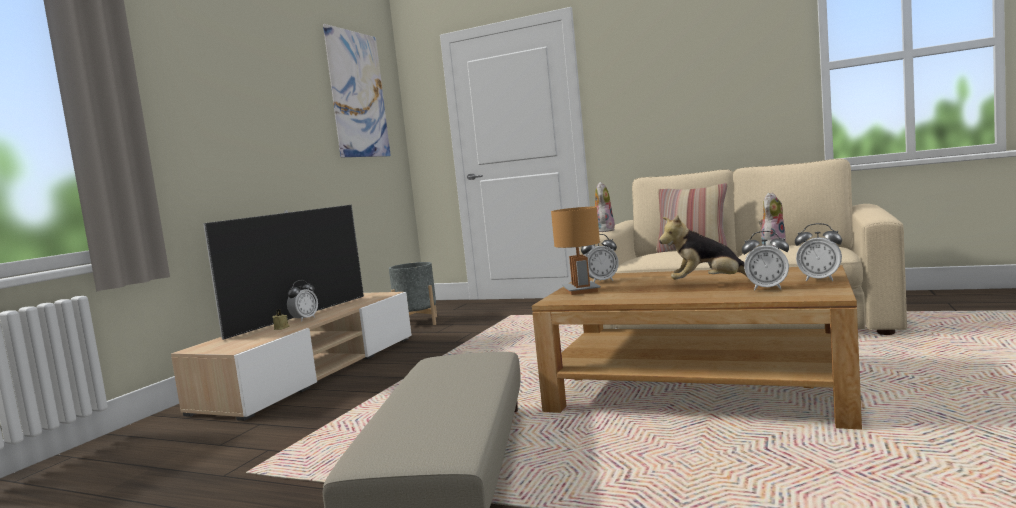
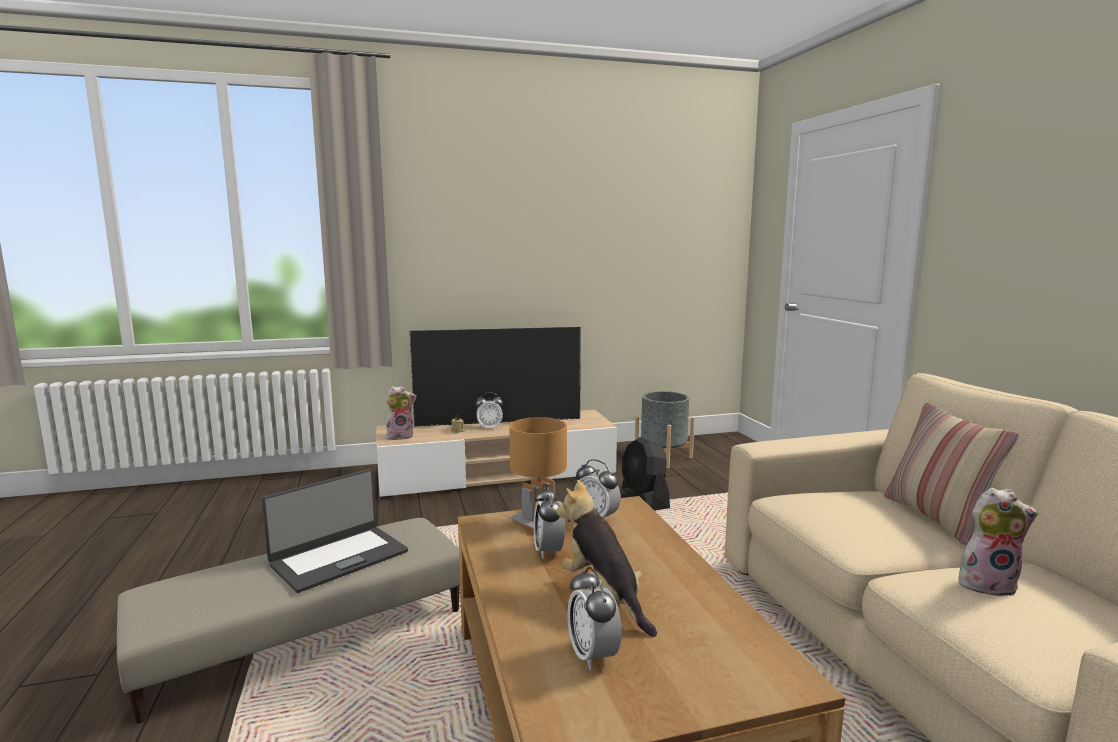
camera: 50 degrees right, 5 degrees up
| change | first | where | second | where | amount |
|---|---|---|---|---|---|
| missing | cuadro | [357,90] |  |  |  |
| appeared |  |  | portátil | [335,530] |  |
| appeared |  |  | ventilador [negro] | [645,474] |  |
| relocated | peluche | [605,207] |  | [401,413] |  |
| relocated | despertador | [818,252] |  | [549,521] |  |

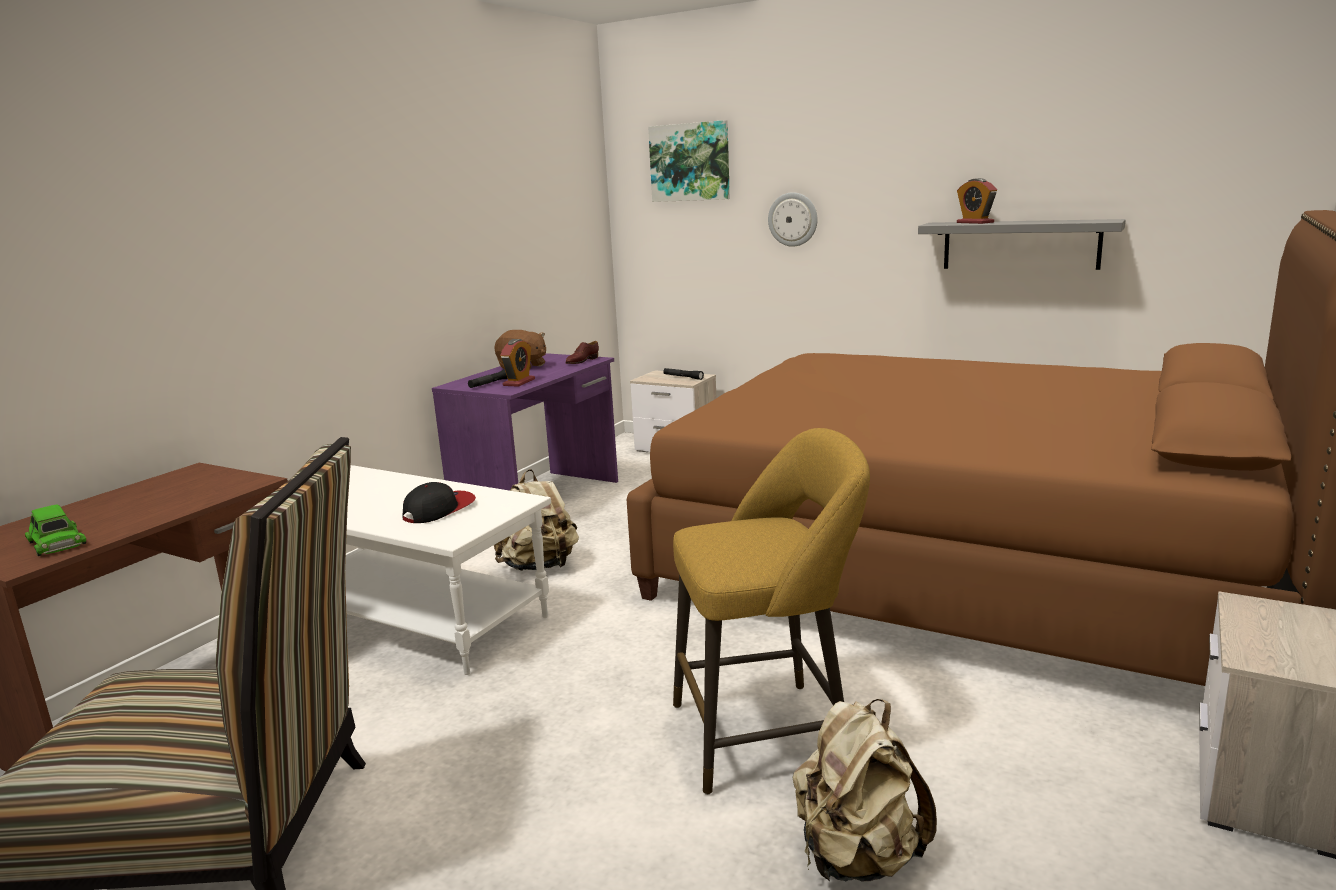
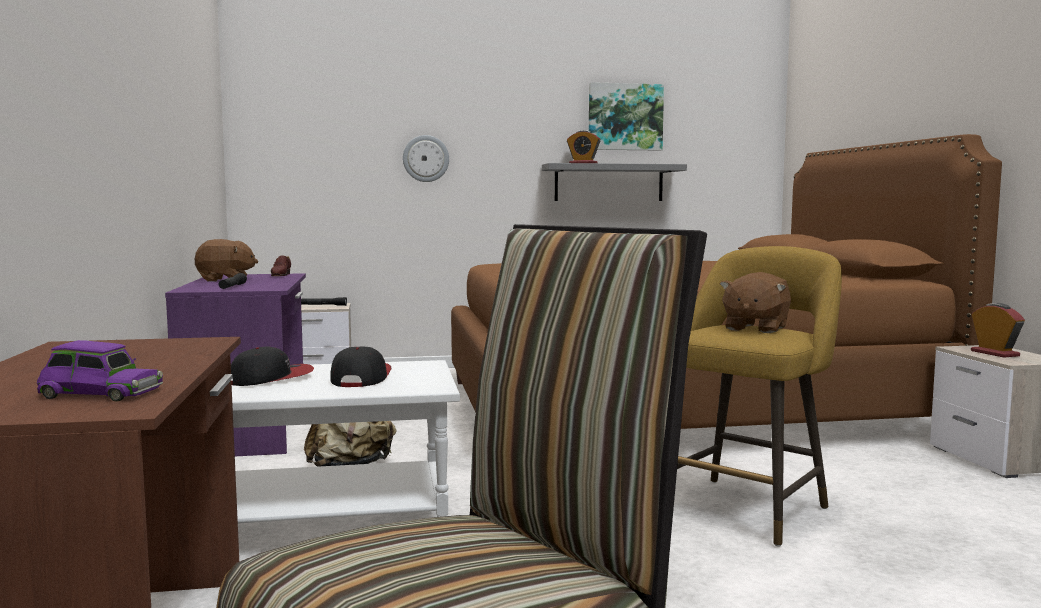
camera: 40 degrees left, 10 degrees down
| change | first | where | second | where | amount |
|---|---|---|---|---|---|
| missing | mochila [beis] | [865,790] |  |  |  |
| appeared |  |  | gorra | [272,366] |  |
| appeared |  |  | peluche [marrón] | [755,302] |  |
| relocated | despertador | [517,363] |  | [998,330] |  |
| relocated | cuadro | [689,161] |  | [626,116] |  |
| colour | coche de juguete [verde] | [55,530] | coche de juguete [morado] | [100,371] |  |

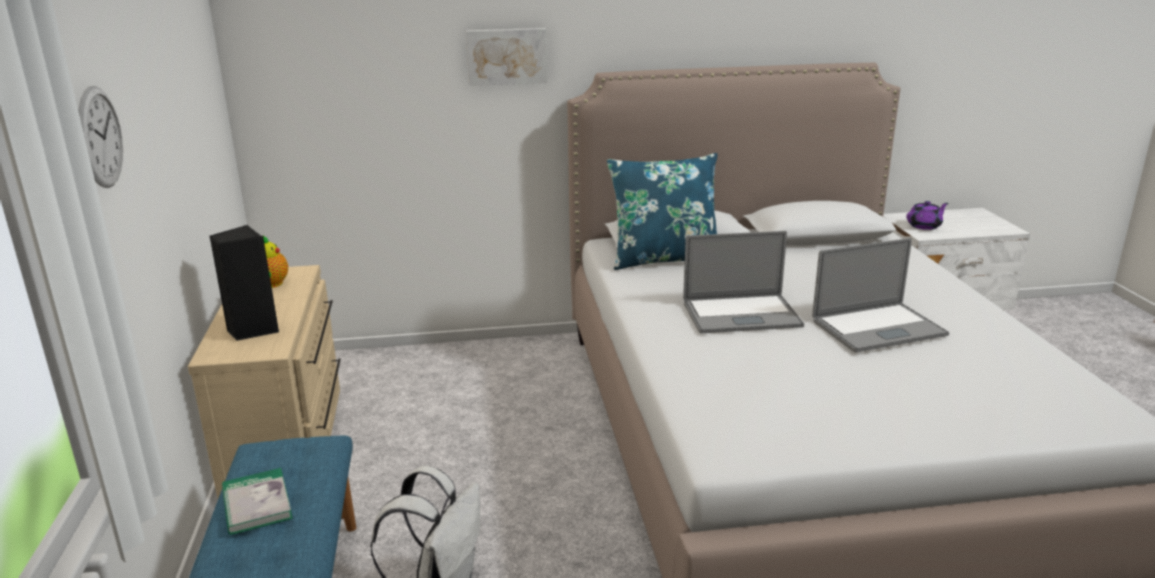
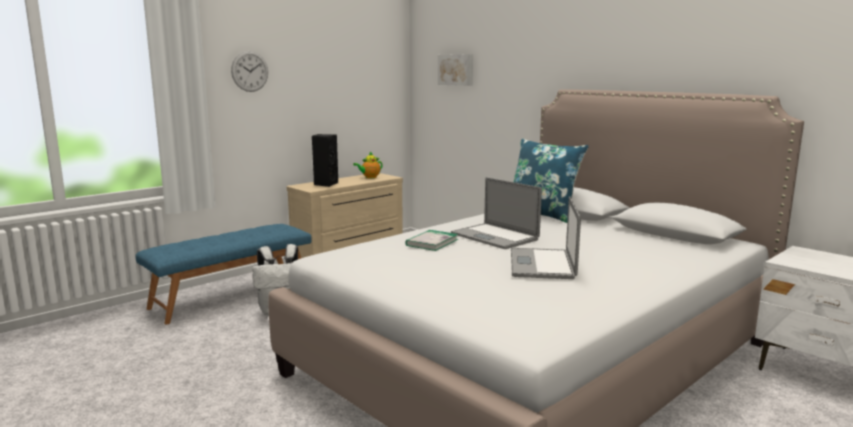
camera: 55 degrees right, 10 degrees down
| change | first | where | second | where | amount |
|---|---|---|---|---|---|
| missing | tetera [morado] | [927,215] |  |  |  |
| relocated | libro | [257,501] |  | [432,240] |  |
| relocated | cuadro | [507,57] |  | [455,70] |  |
| spun | portátil | [880,295] |  | [546,237] | 60 degrees clockwise |

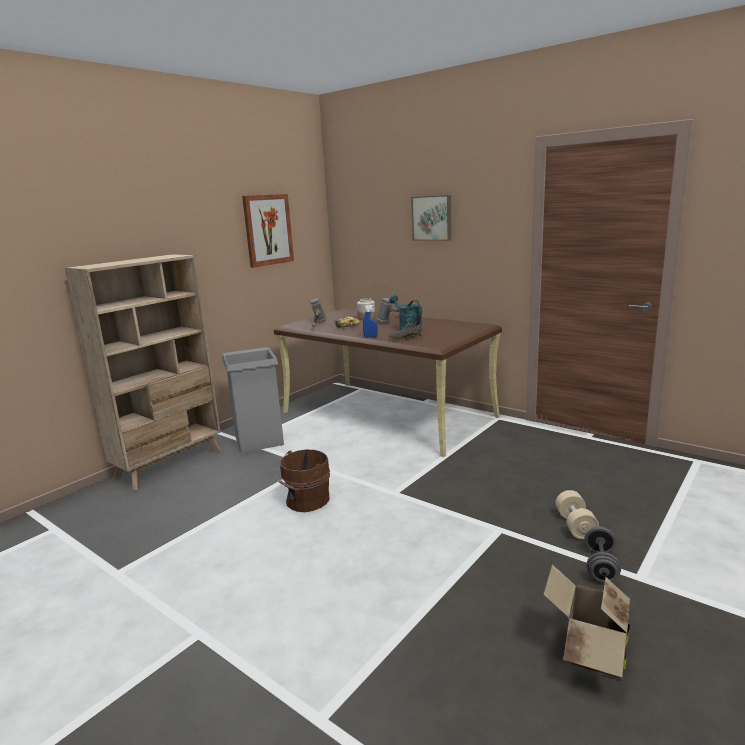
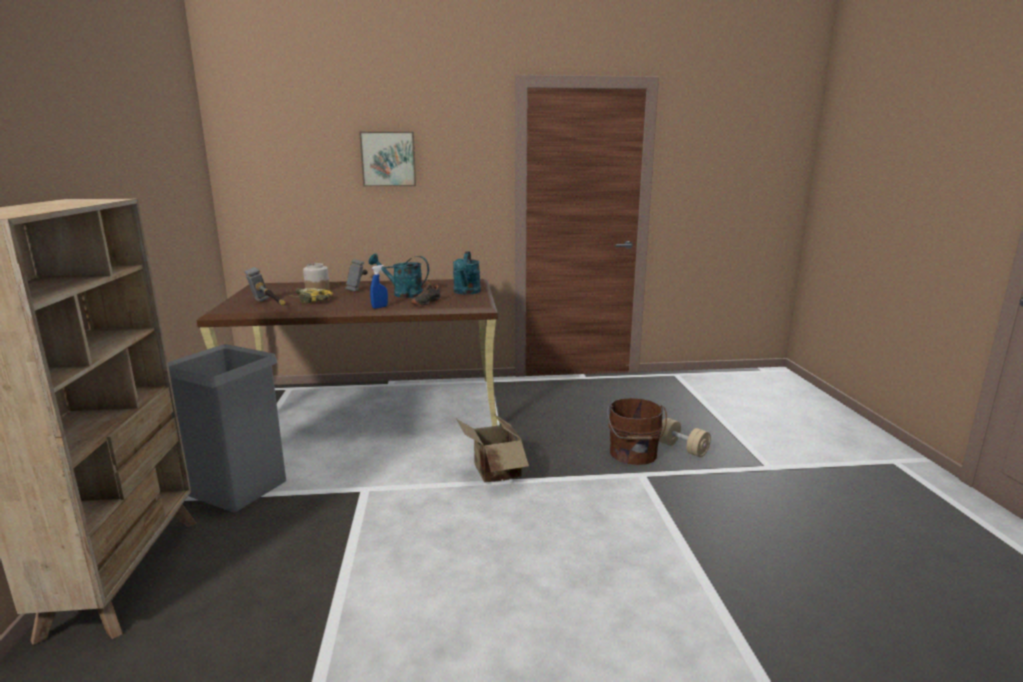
camera: 45 degrees left, 0 degrees up
| change | first | where | second | where | amount |
|---|---|---|---|---|---|
| missing | cuadro | [268,231] |  |  |  |
| missing | mancuerna [gris] | [602,554] |  |  |  |
| appeared |  |  | regadera [turquesa] | [467,273] |  |
| relocated | cubo [marrón] | [303,480] |  | [637,431] |  |
| relocated | caja de cartón | [586,622] |  | [492,447] |  |

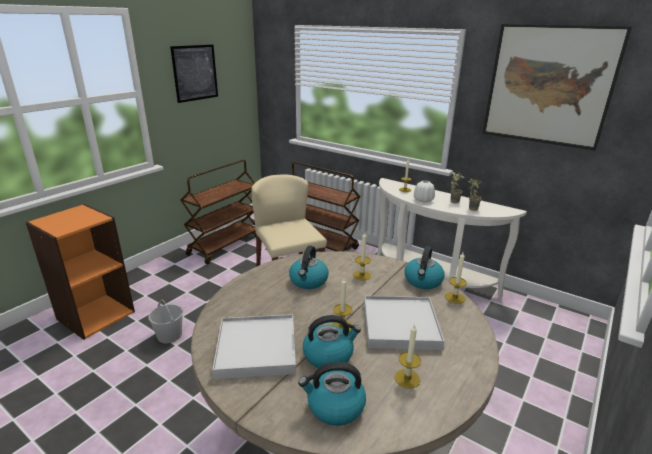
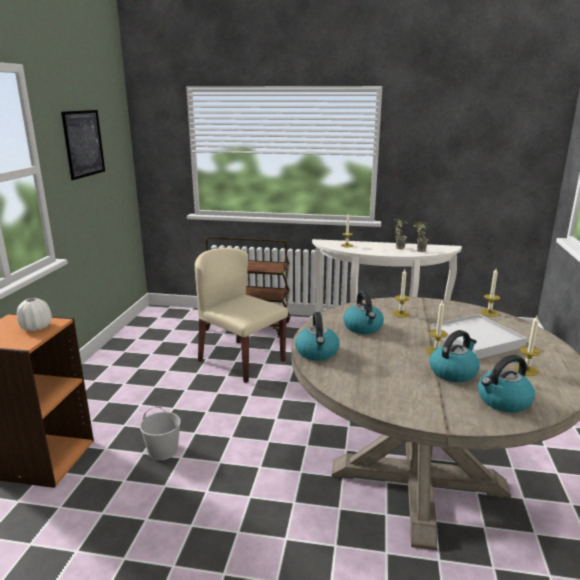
camera: 25 degrees left, 5 degrees down
| change | first | where | second | where | amount |
|---|---|---|---|---|---|
| missing | carrito [marrón] | [218,212] |  |  |  |
| missing | bandeja [blanco] | [254,346] |  |  |  |
| missing | cuadro | [557,87] |  |  |  |
| relocated | hervidor | [424,267] |  | [317,336] |  |
| relocated | florero [blanco] | [424,192] |  | [34,314] |  |

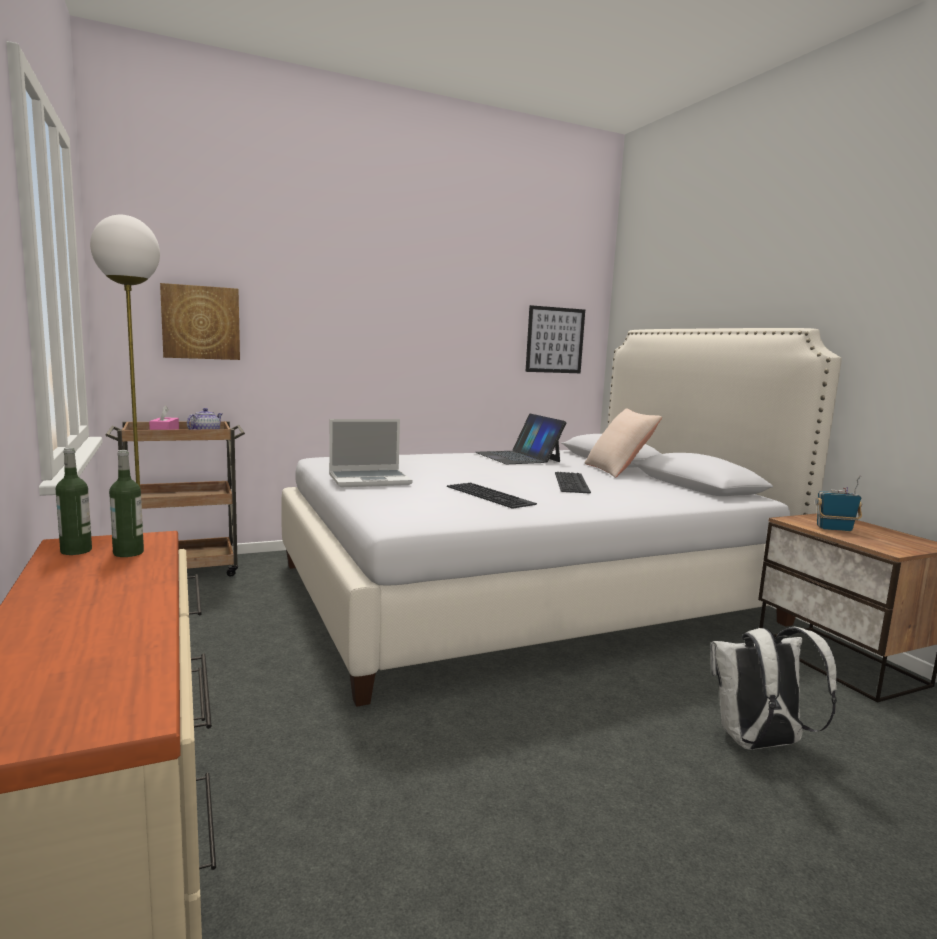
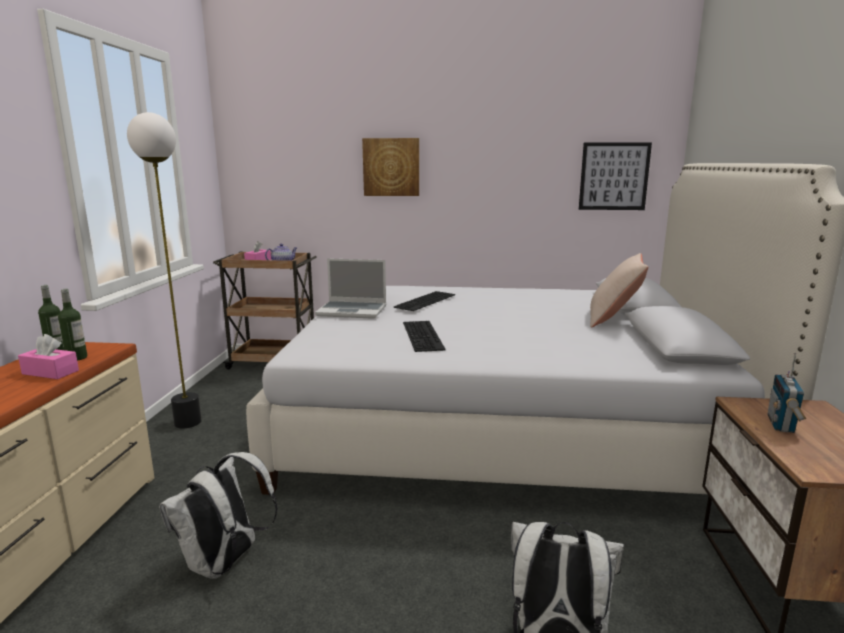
camera: 30 degrees right, 5 degrees up
| change | first | where | second | where | amount |
|---|---|---|---|---|---|
| missing | portátil | [521,439] |  |  |  |
| appeared |  |  | caja de pañuelos [rosa] | [48,356] |  |
| appeared |  |  | mochila [blanco] | [218,515] |  |
| relocated | cuadro | [200,321] |  | [390,167] |  |
| relocated | teclado | [573,483] |  | [424,301] |  |
| spun | radio | [838,503] |  | [786,393] | 105 degrees counterclockwise |

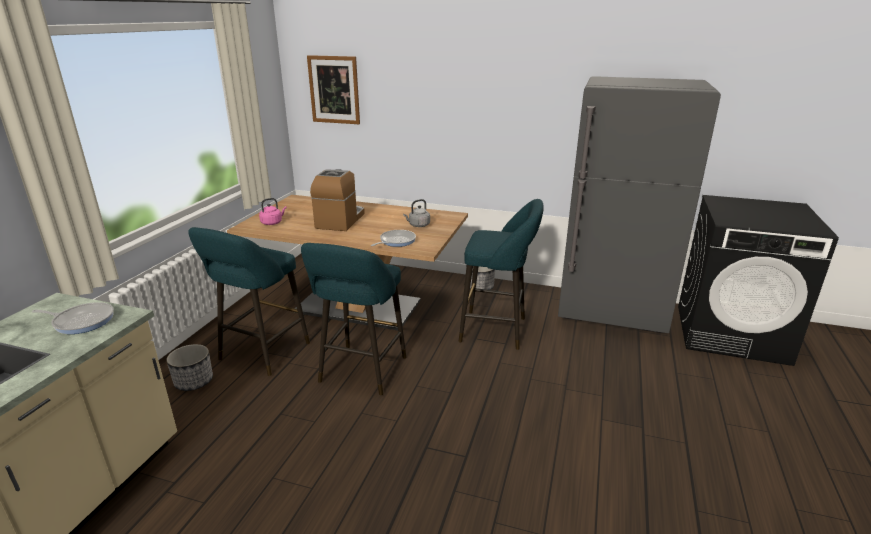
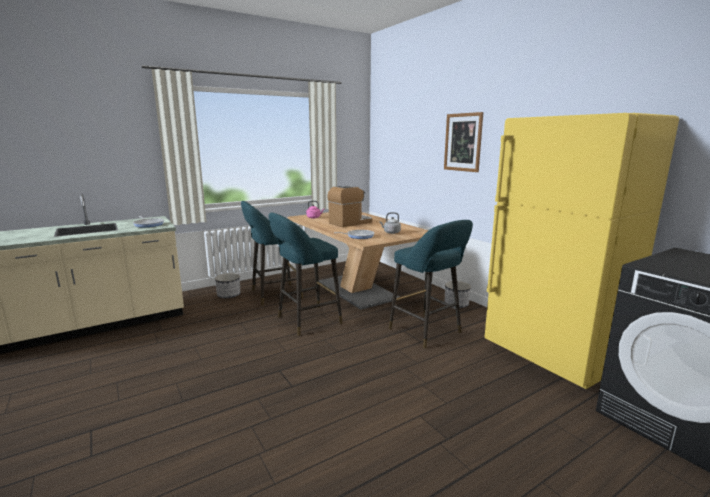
camera: 40 degrees right, 10 degrees down
| change | first | where | second | where | amount |
|---|---|---|---|---|---|
| relocated | cuadro | [333,89] |  | [463,142] |  |
| colour | nevera [gris] | [639,204] | nevera [amarillo] | [581,251] |  |

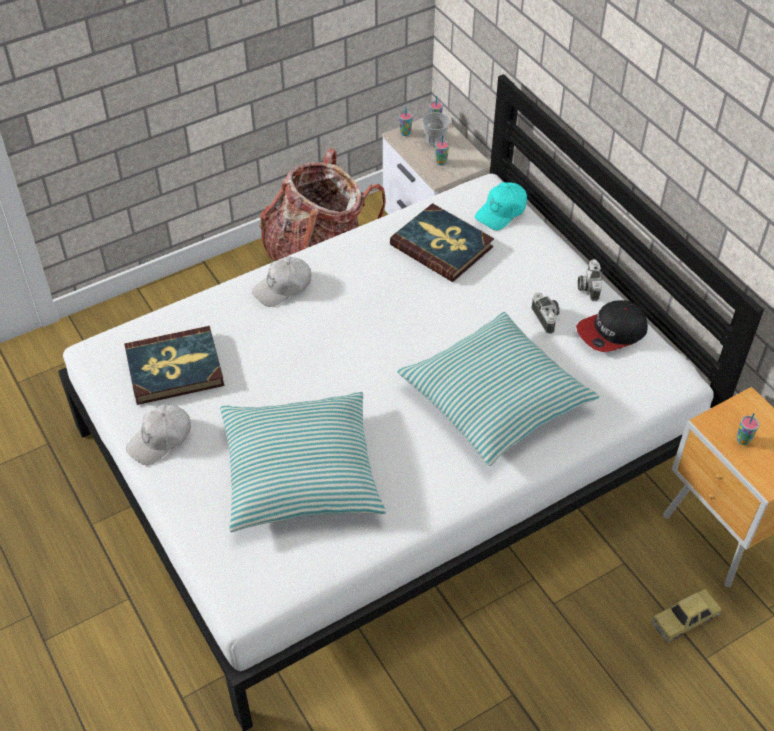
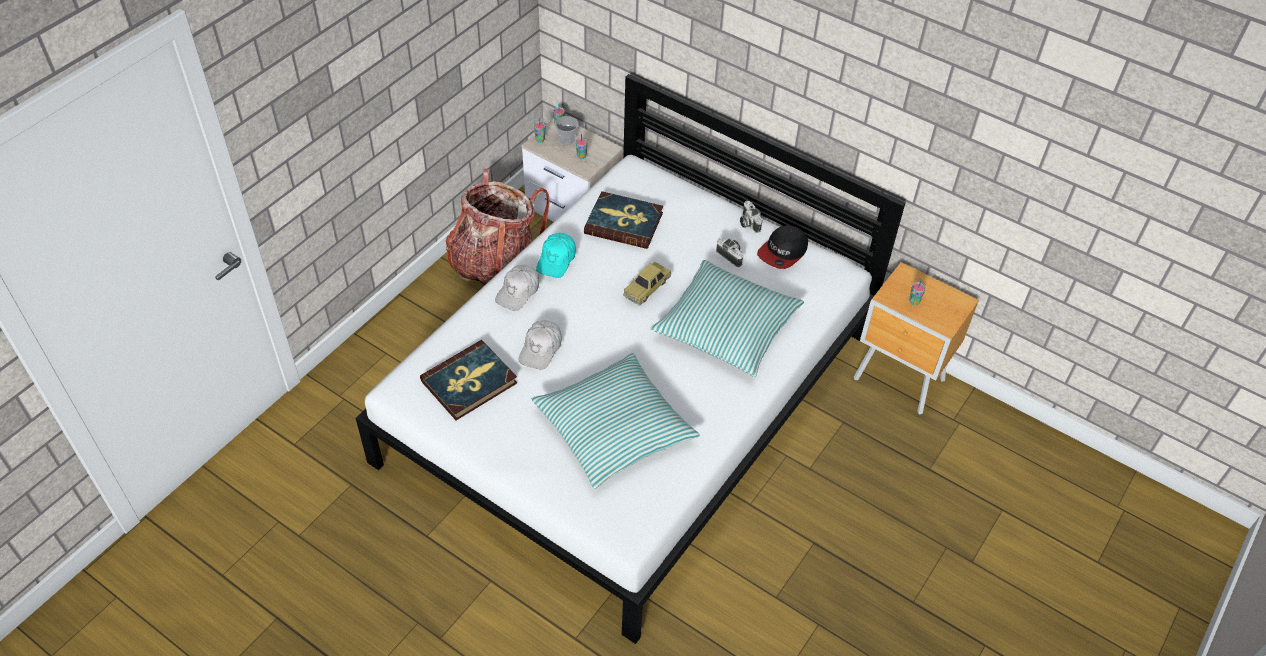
camera: 25 degrees left, 0 degrees up
| change | first | where | second | where | amount |
|---|---|---|---|---|---|
| relocated | gorra [blanco] | [158,435] |  | [540,345] |  |
| relocated | gorra [turquesa] | [501,206] |  | [556,255] |  |
| relocated | coche de juguete | [686,616] |  | [647,283] |  |

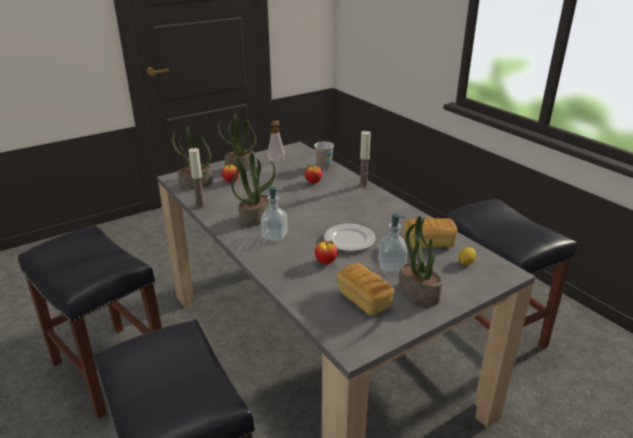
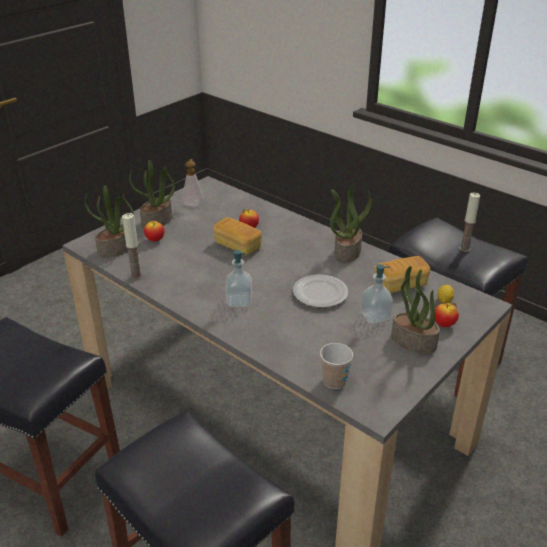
camera: 15 degrees left, 5 degrees up
| change | first | where | second | where | amount |
|---|---|---|---|---|---|
| relocated | planta en maceta | [253,189] |  | [351,224] |  |
| relocated | taza | [324,155] |  | [336,366] |  |
| relocated | manzana | [326,252] |  | [447,315] |  |
| relocated | pan | [365,289] |  | [237,236] |  |
| relocated | vela | [365,159] |  | [469,222] |  |

